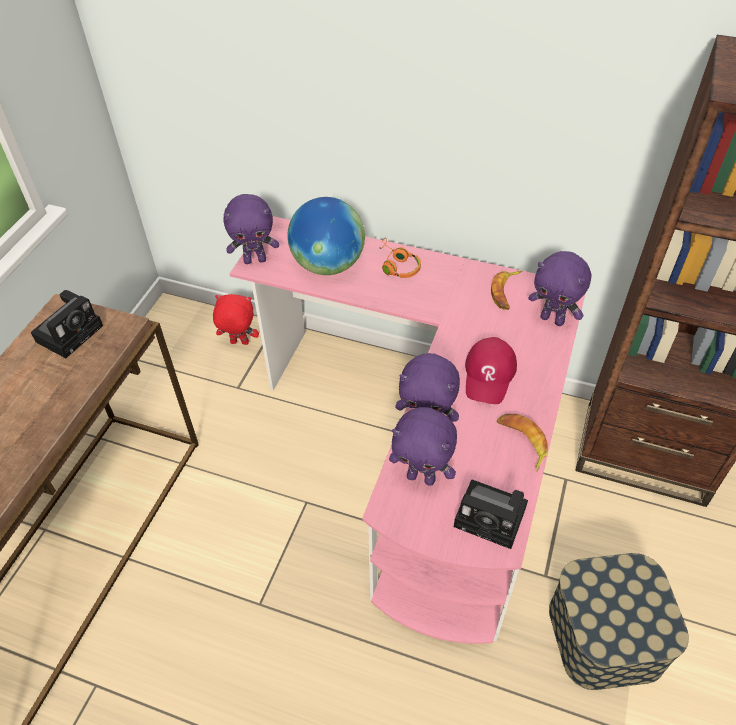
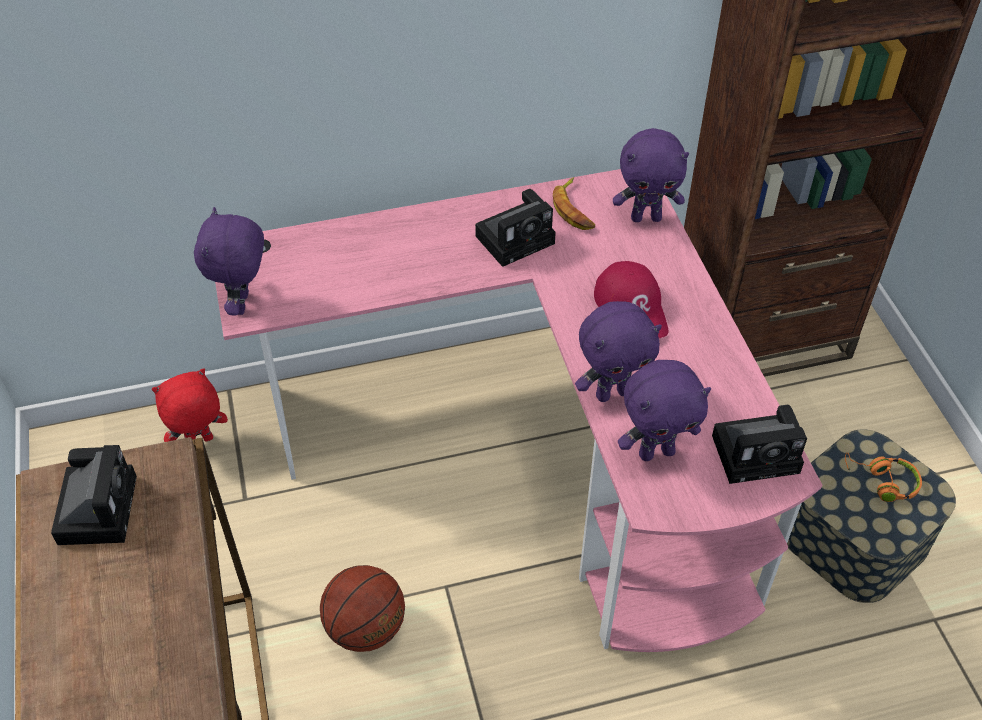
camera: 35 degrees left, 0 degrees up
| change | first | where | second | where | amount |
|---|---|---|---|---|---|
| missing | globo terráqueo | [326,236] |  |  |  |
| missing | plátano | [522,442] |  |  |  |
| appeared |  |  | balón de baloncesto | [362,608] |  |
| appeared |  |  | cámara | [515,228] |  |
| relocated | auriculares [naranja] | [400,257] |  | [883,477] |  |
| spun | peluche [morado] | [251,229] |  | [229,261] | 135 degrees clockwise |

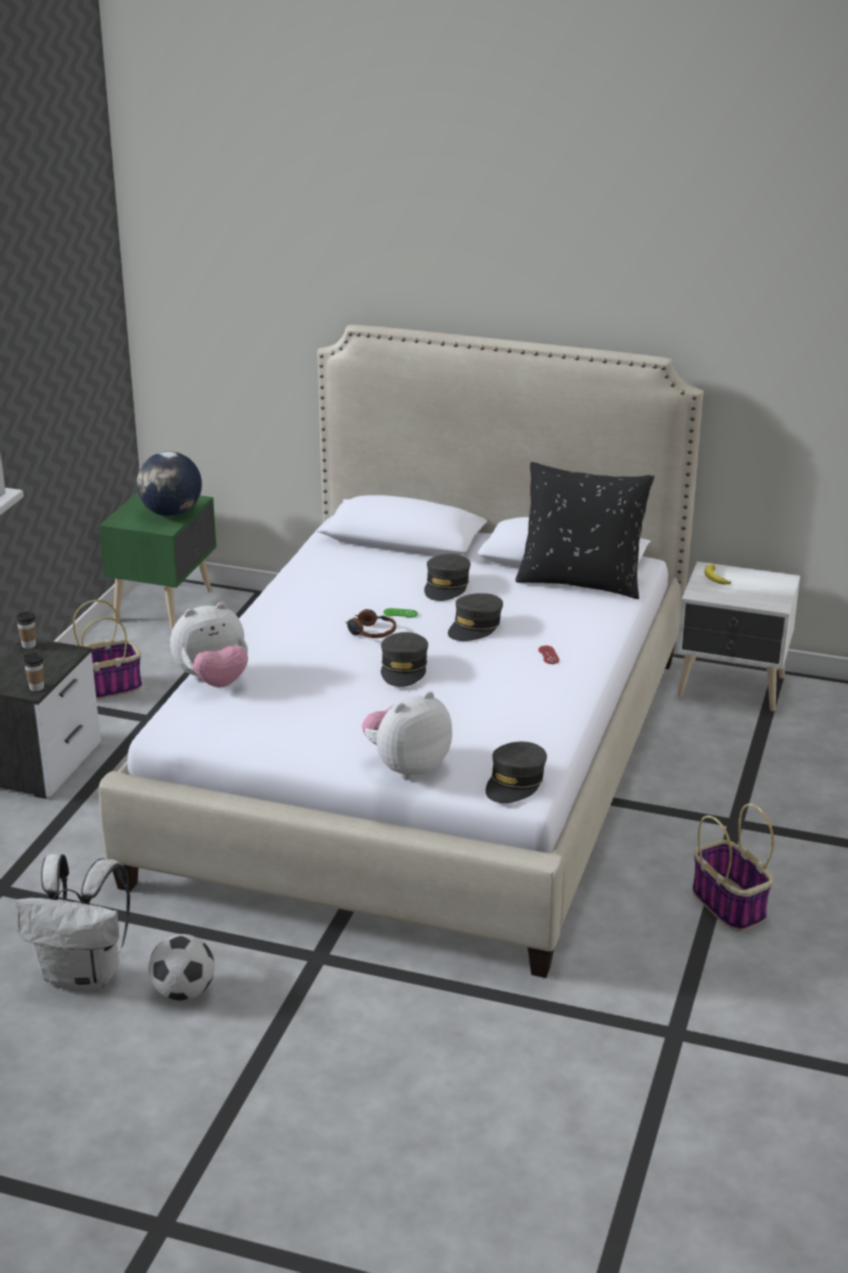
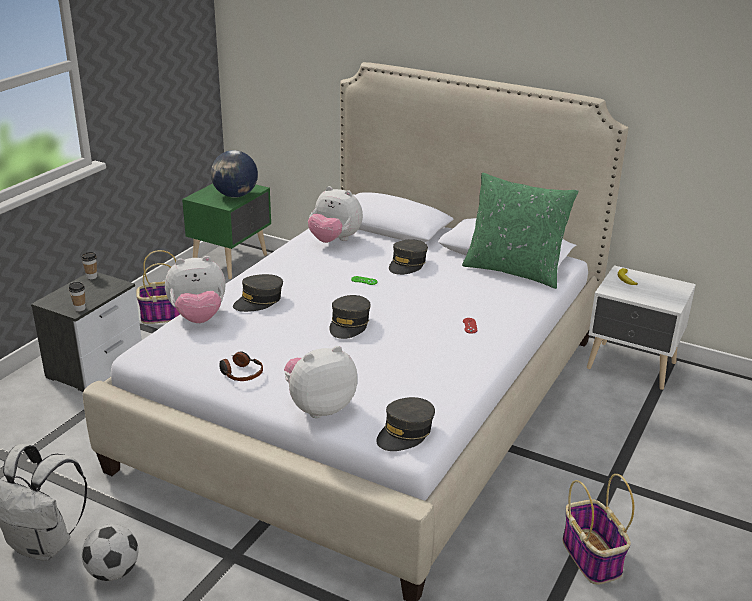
camera: 10 degrees right, 0 degrees up
| change | first | where | second | where | amount |
|---|---|---|---|---|---|
| appeared |  |  | peluche | [335,214] |  |
| relocated | auriculares | [371,623] |  | [241,366] |  |
| relocated | gorra [gris] | [475,617] |  | [258,293] |  |
| colour | cojín [negro] | [585,530] | cojín [verde] | [520,231] |  |

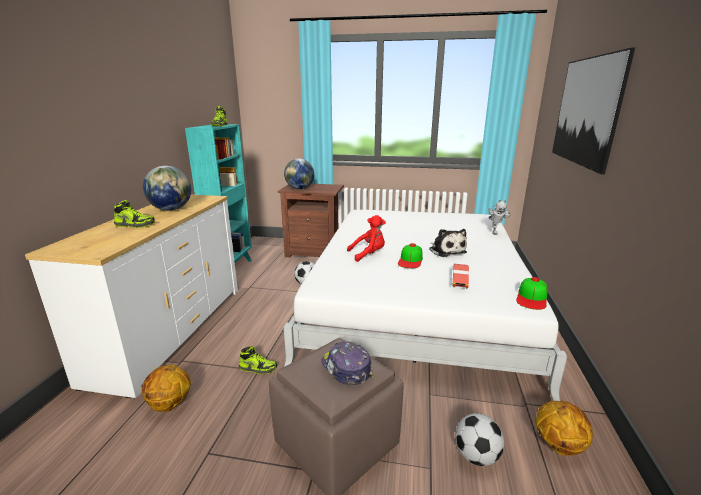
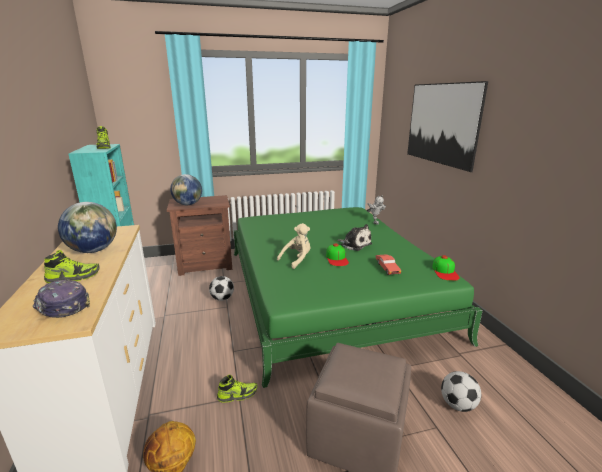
camera: 25 degrees left, 0 degrees up
| change | first | where | second | where | amount |
|---|---|---|---|---|---|
| missing | balón de baloncesto | [564,428] |  |  |  |
| relocated | gorra | [347,363] |  | [61,298] |  |
| colour | cama [blanco] | [426,305] | cama [verde] | [358,297] |  |
| colour | peluche [rojo] | [366,238] | peluche [beis] | [293,246] |  |

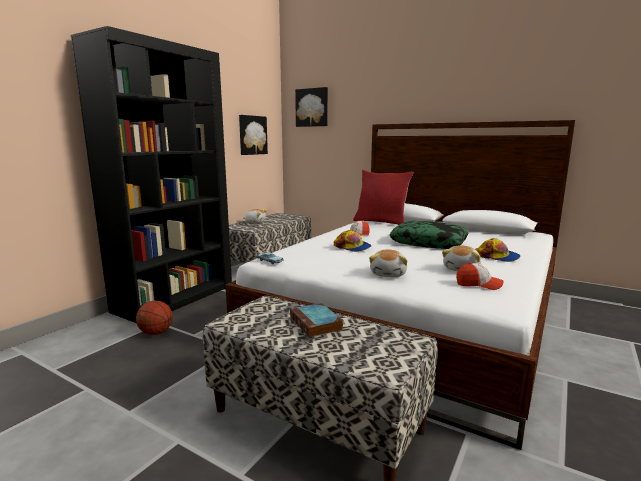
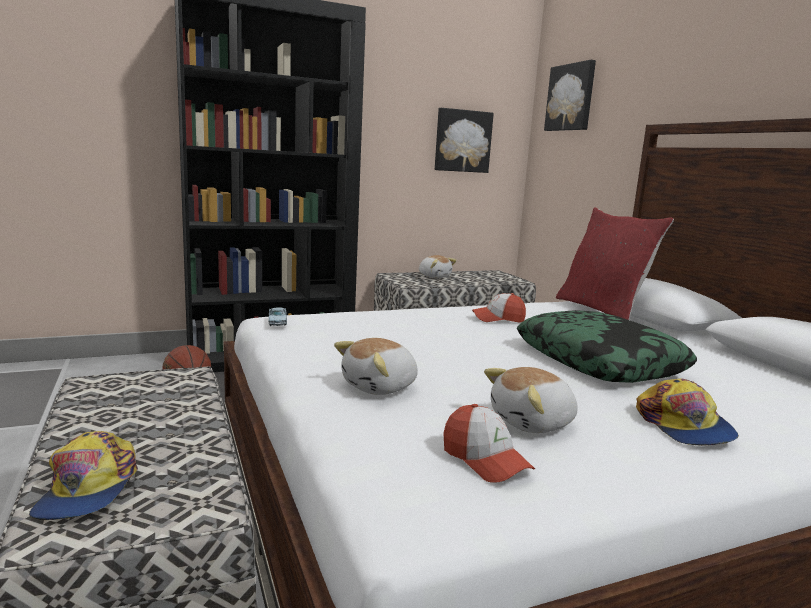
camera: 35 degrees right, 0 degrees up
| change | first | where | second | where | amount |
|---|---|---|---|---|---|
| missing | libro | [316,320] |  |  |  |
| relocated | gorra | [352,241] |  | [83,475] |  |

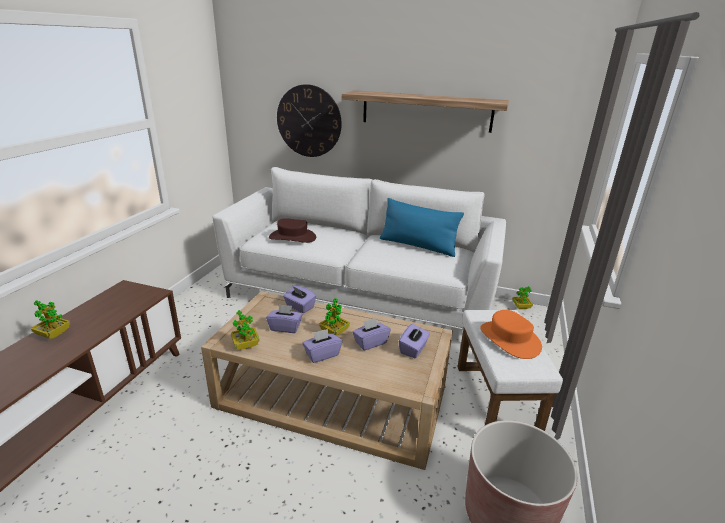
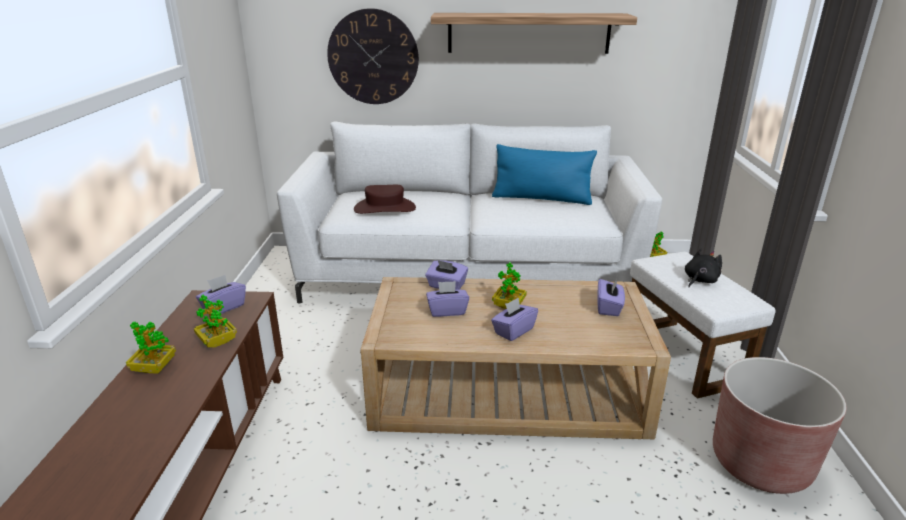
camera: 15 degrees left, 0 degrees up
| change | first | where | second | where | amount |
|---|---|---|---|---|---|
| relocated | planta en maceta | [245,330] |  | [215,321] |  |
| relocated | caja de pañuelos [morado] | [371,334] |  | [221,294] |  |
| exchanged | sombrero [naranja] | [511,334] | peluche [negro] | [703,268] |  |

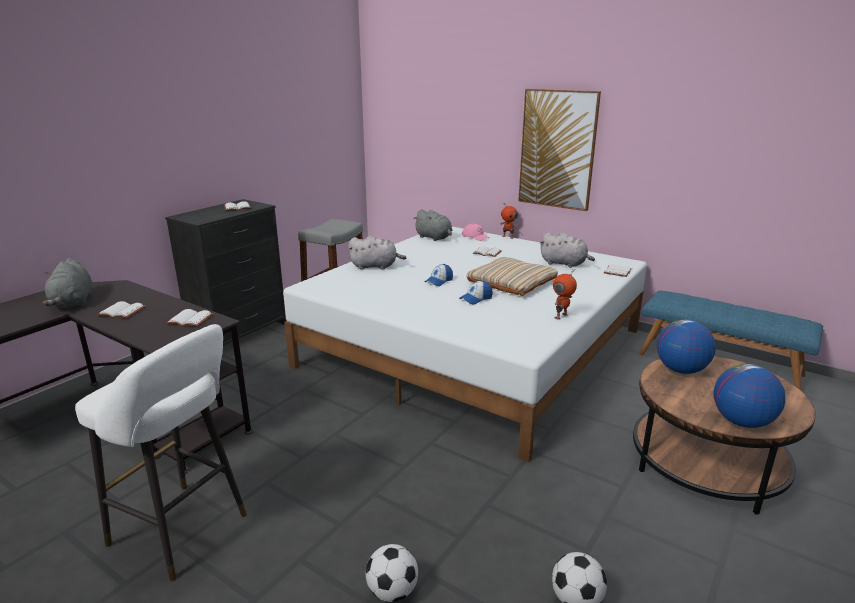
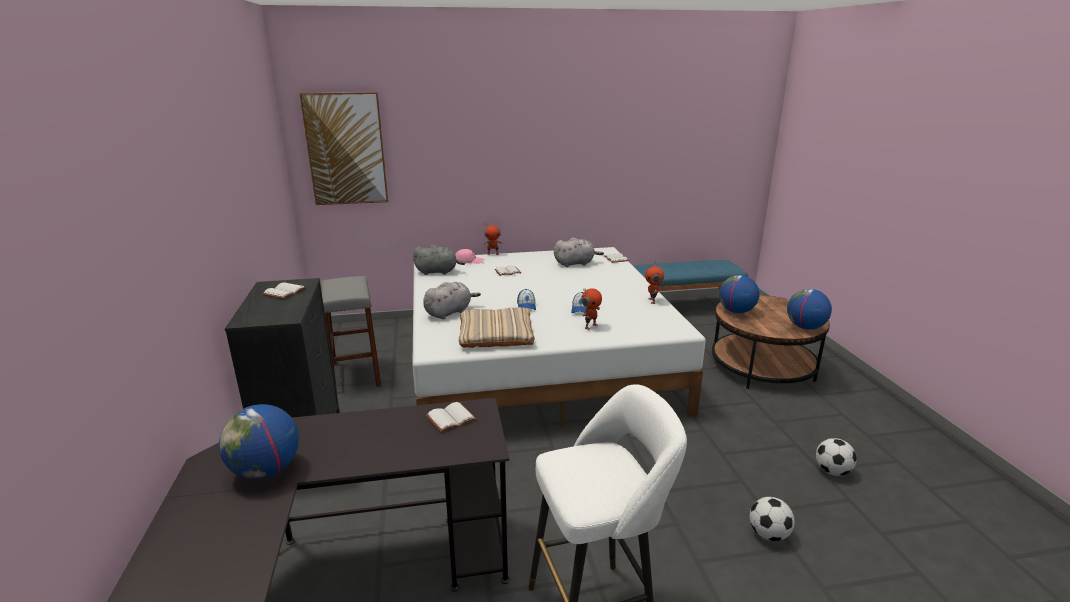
camera: 45 degrees left, 0 degrees up
| change | first | where | second | where | amount |
|---|---|---|---|---|---|
| missing | libro [blanco] | [121,309] |  |  |  |
| appeared |  |  | robot de juguete | [591,309] |  |
| relocated | cojín [beis] | [512,276] |  | [496,327] |  |
| relocated | cuadro | [559,150] |  | [344,148] |  |
| exchanged | peluche [gris] | [67,283] | globo terráqueo | [259,441] |  |

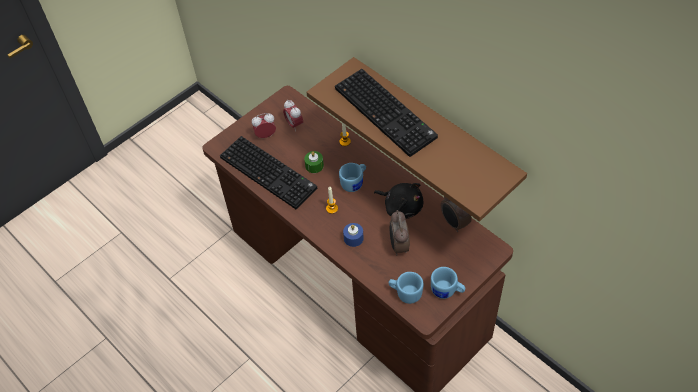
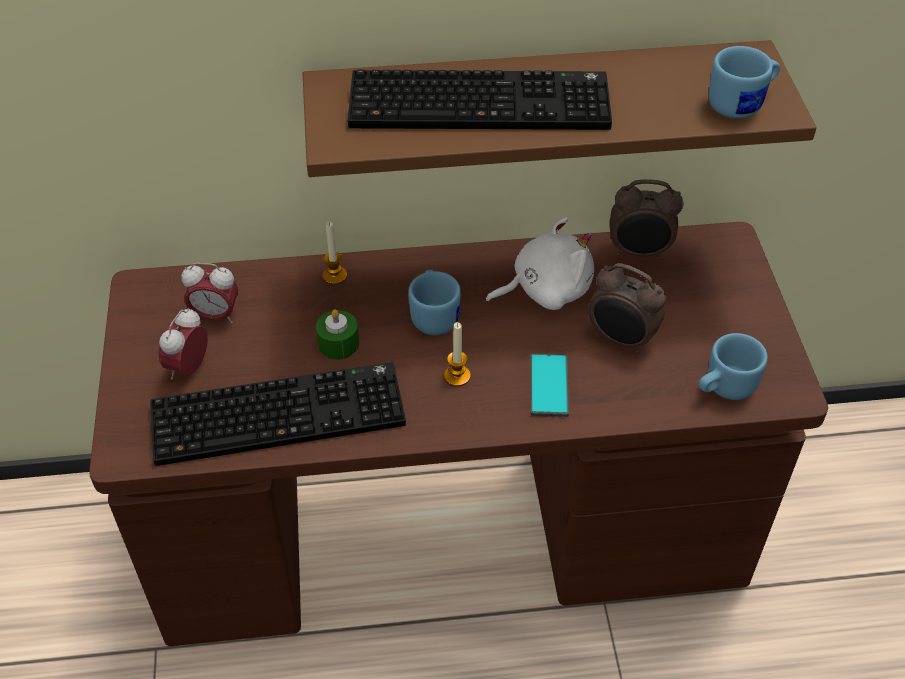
camera: 55 degrees left, 5 degrees down
| change | first | where | second | where | amount |
|---|---|---|---|---|---|
| relocated | taza grande [azul] | [448,283] |  | [744,82] |  |
| exchanged | vela [azul] | [353,235] | móvil | [549,385] |  |
| colour | peluche [negro] | [399,201] | peluche [blanco] | [540,263] |  |

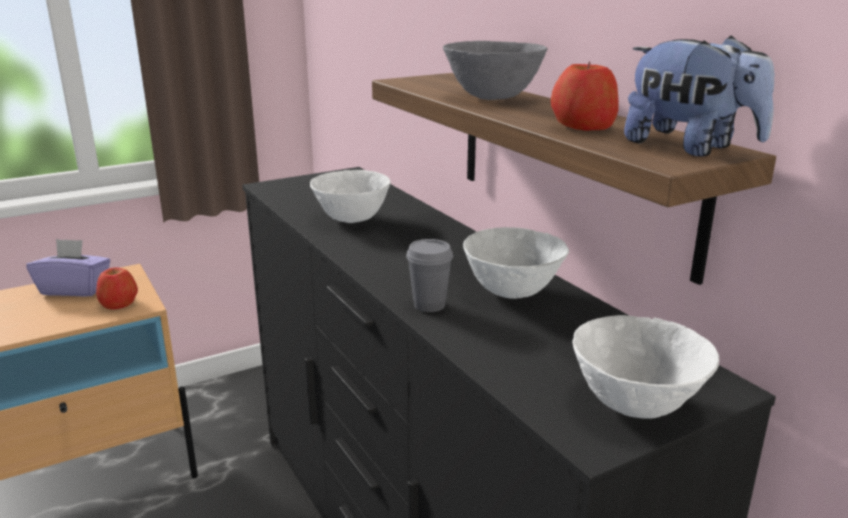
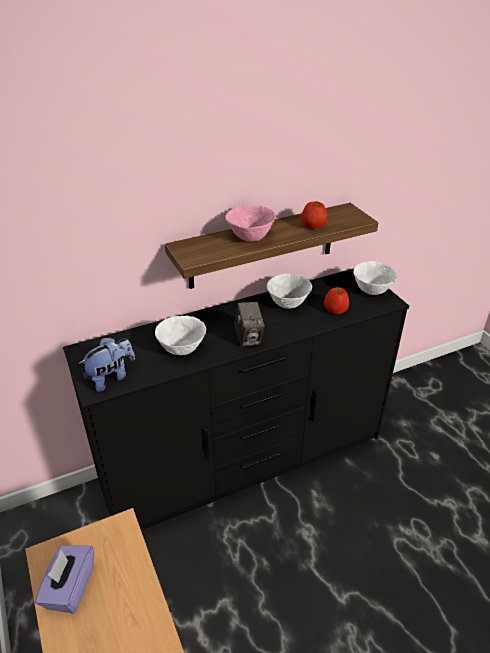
camera: 85 degrees left, 15 degrees up
| change | first | where | second | where | amount |
|---|---|---|---|---|---|
| missing | taza [gris] | [429,275] |  |  |  |
| appeared |  |  | cámara | [249,324] |  |
| relocated | manzana | [117,288] |  | [336,301] |  |
| relocated | peluche | [699,96] |  | [106,365] |  |
| colour | cuenco [gris] | [495,70] | cuenco [rosa] | [250,223] |  |

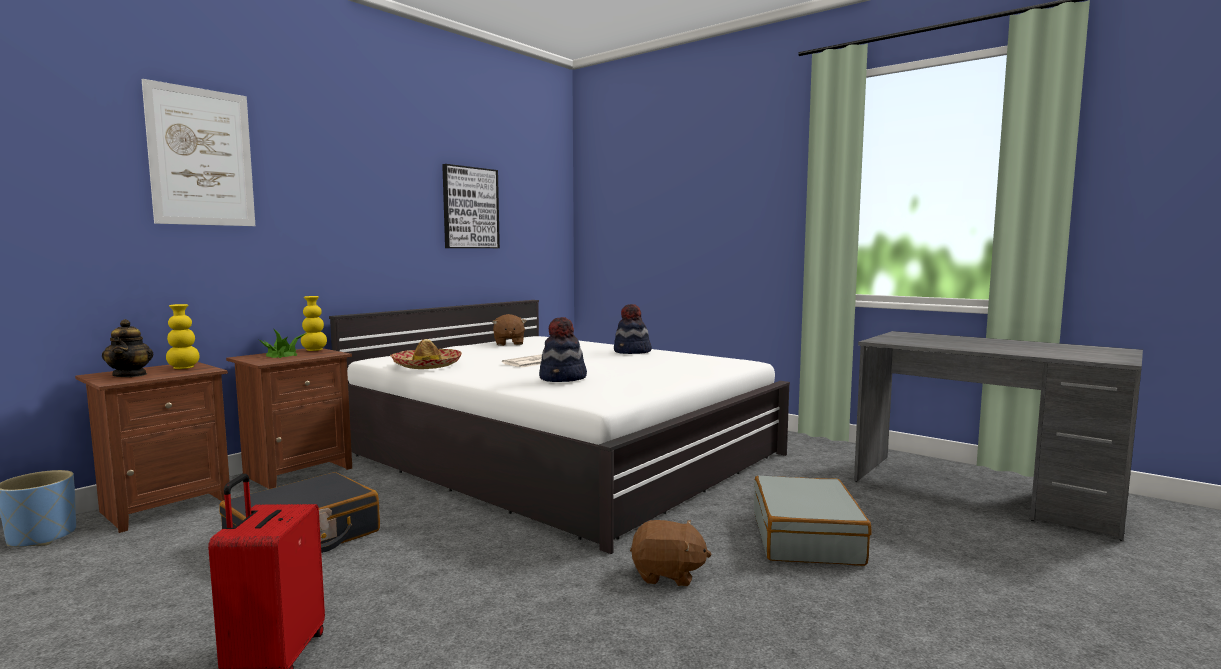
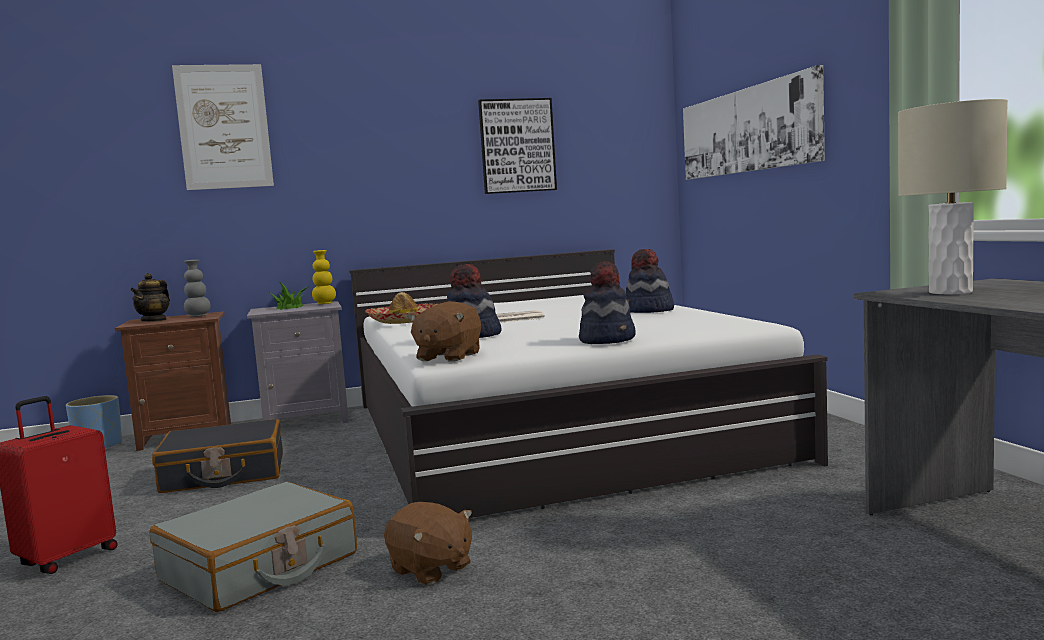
camera: 35 degrees right, 0 degrees up
| change | first | where | second | where | amount |
|---|---|---|---|---|---|
| appeared |  |  | sombrero | [607,302] |  |
| appeared |  |  | cuadro | [754,122] |  |
| appeared |  |  | lámpara de mesa [beis] | [953,196] |  |
| relocated | peluche [marrón] | [509,330] |  | [444,331] |  |
| relocated | maleta [gris] | [813,521] |  | [253,547] |  |
| colour | florero [amarillo] | [183,336] | florero [gris] | [197,288] |  |
| colour | mesita de noche [marrón] | [289,418] | mesita de noche [gris] | [298,362] |  |

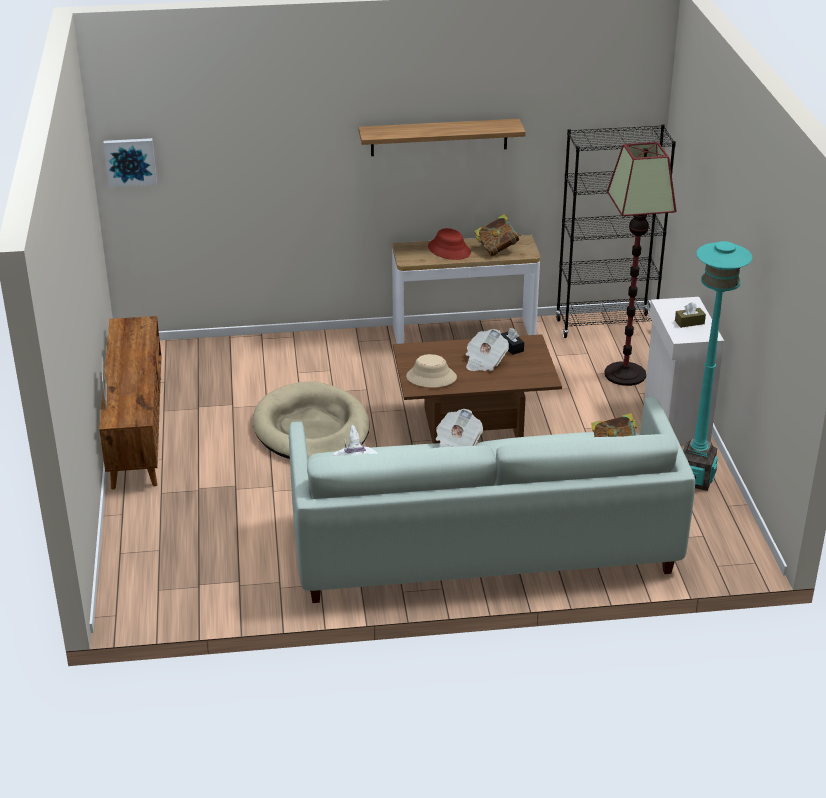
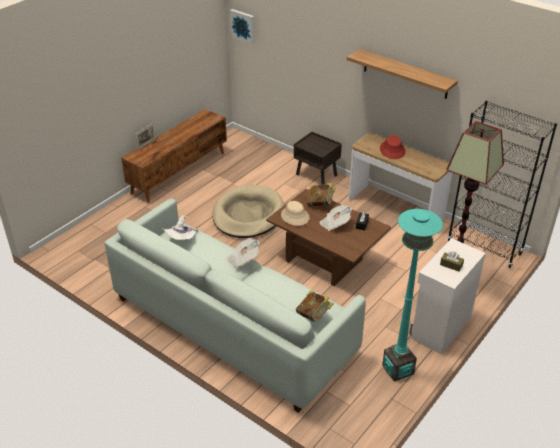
camera: 45 degrees right, 5 degrees up
| change | first | where | second | where | amount |
|---|---|---|---|---|---|
| appeared |  |  | mesita de noche [marrón] | [318,158] |  |
| relocated | libro | [497,235] |  | [321,195] |  |

